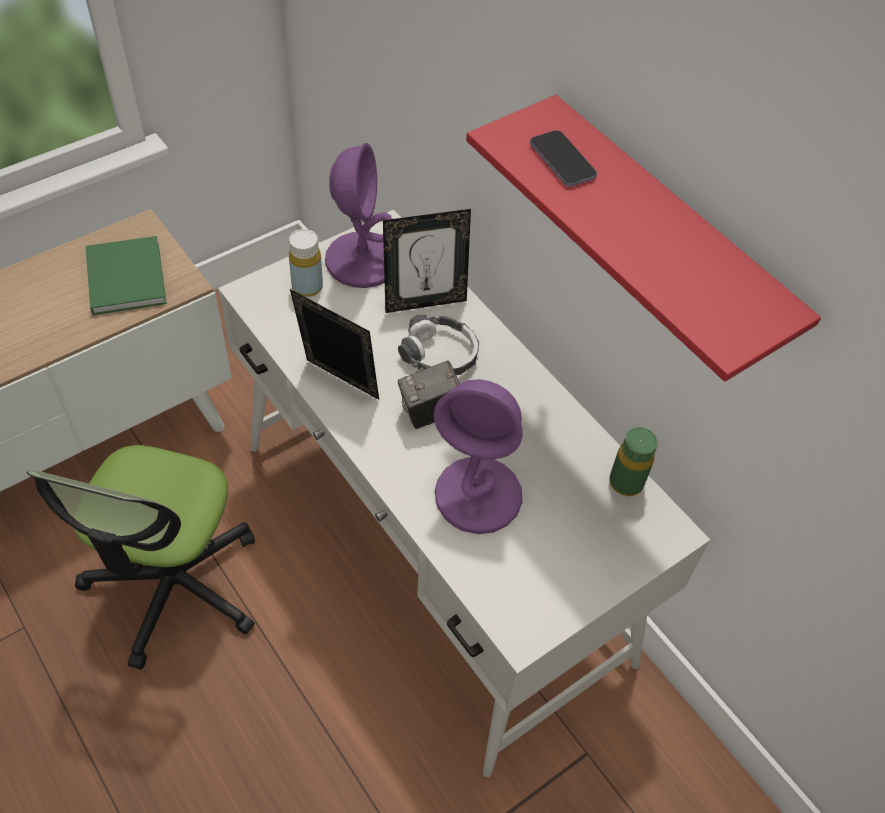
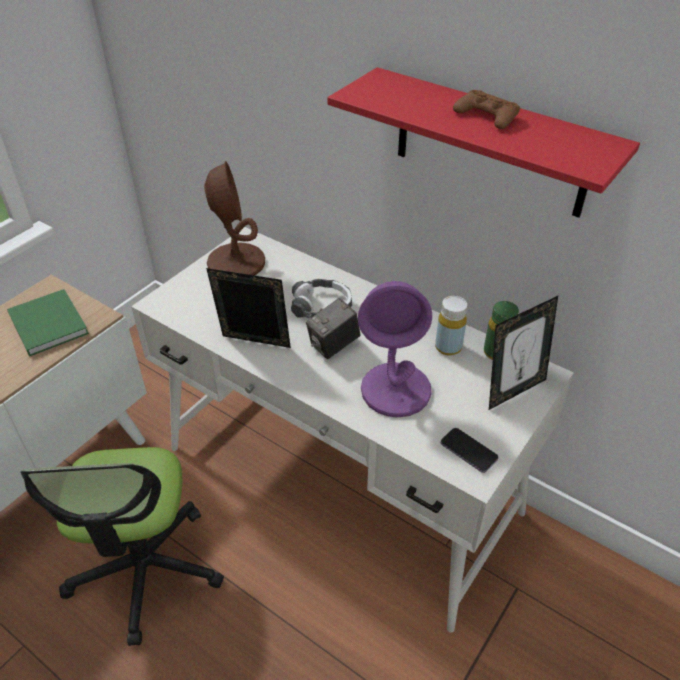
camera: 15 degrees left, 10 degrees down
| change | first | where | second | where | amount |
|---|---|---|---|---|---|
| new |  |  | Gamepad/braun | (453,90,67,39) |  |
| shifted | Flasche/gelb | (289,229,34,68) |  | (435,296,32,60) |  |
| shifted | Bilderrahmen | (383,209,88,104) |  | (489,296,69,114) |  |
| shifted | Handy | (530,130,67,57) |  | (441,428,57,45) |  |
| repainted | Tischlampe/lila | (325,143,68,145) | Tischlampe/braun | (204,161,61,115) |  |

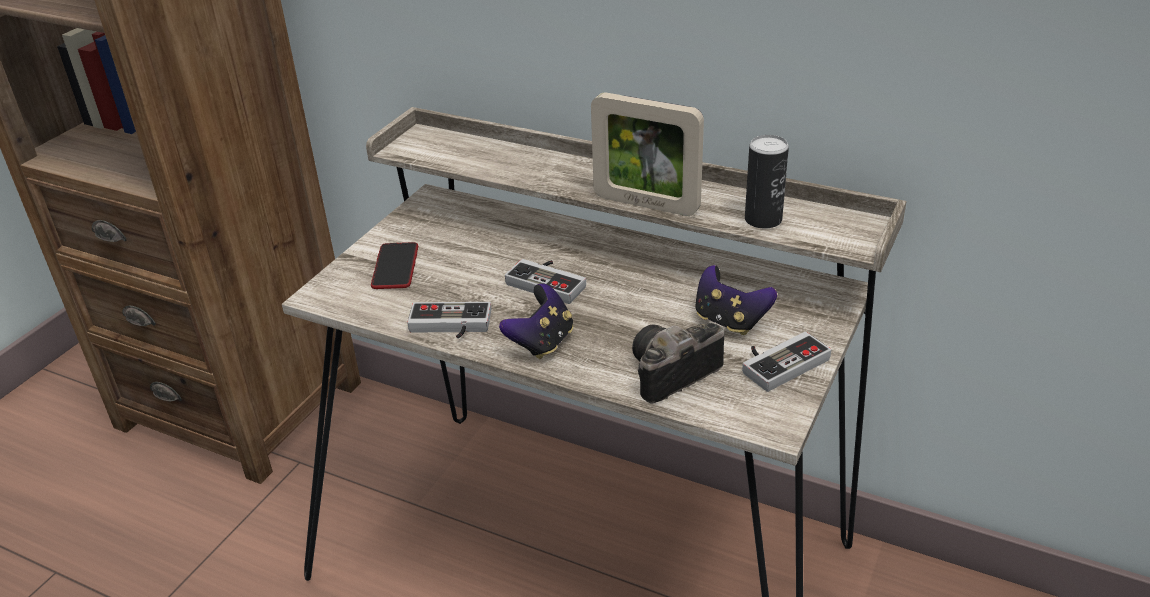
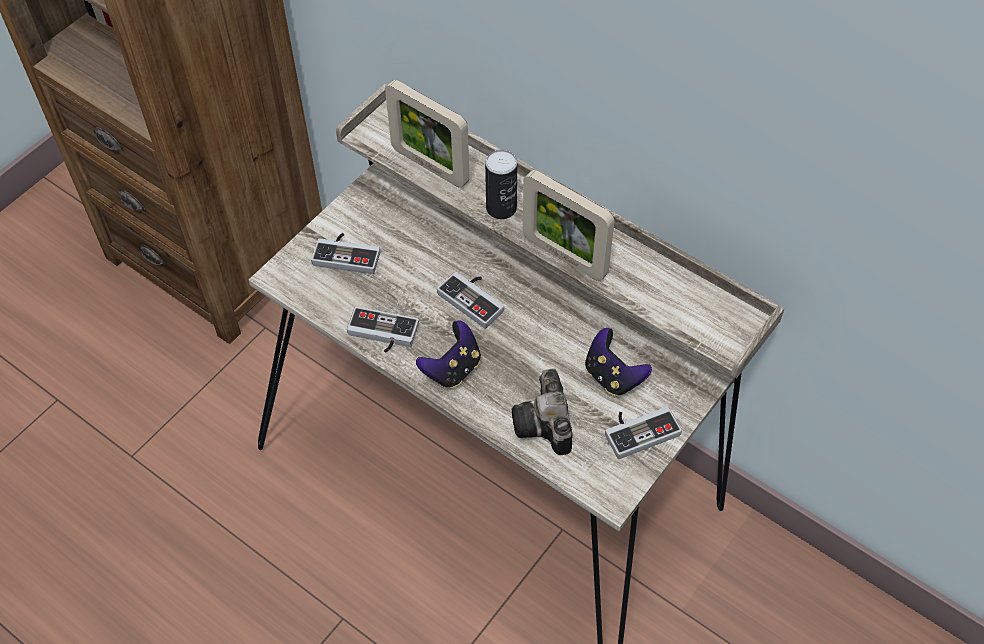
camera: 10 degrees right, 20 degrees up
| change | first | where | second | where | amount |
|---|---|---|---|---|---|
| new |  |  | Bilderrahmen | (385,80,85,108) |  |
| shifted | Dose | (745,135,44,94) |  | (485,150,32,69) |  |
| swapped | Handy | (371,242,47,47) | Gamepad | (311,233,70,41) |  |
| rotated | Kamera | (632,323,93,81) |  | (512,368,60,87) | 75 degrees counterclockwise |

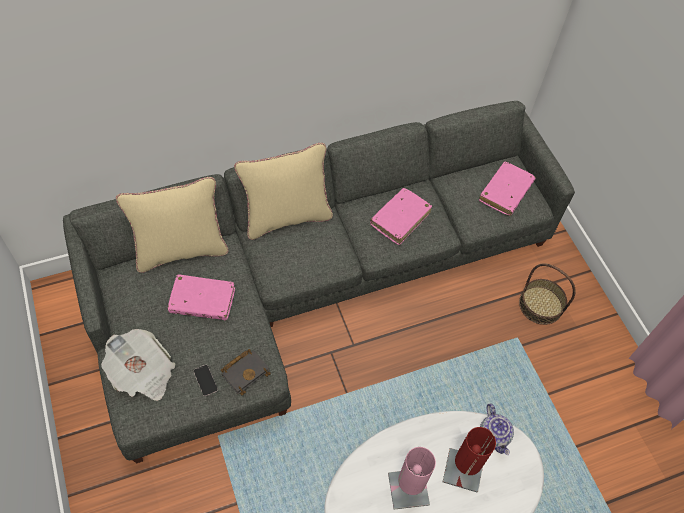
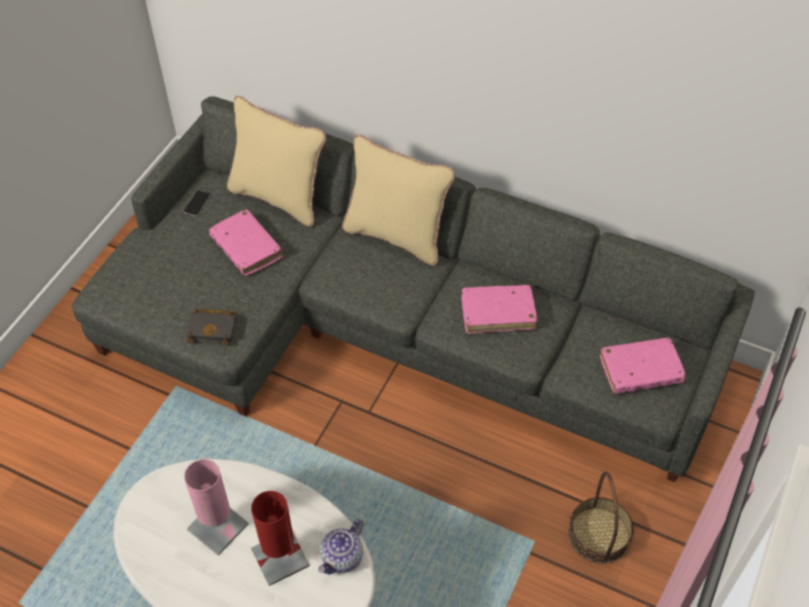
camera: 50 degrees right, 5 degrees down
| change | first | where | second | where | amount |
|---|---|---|---|---|---|
| gone | Zeitung | (101,329,75,72) |  |  |  |
| shifted | Handy | (194,365,24,31) |  | (184,190,27,26) |  |

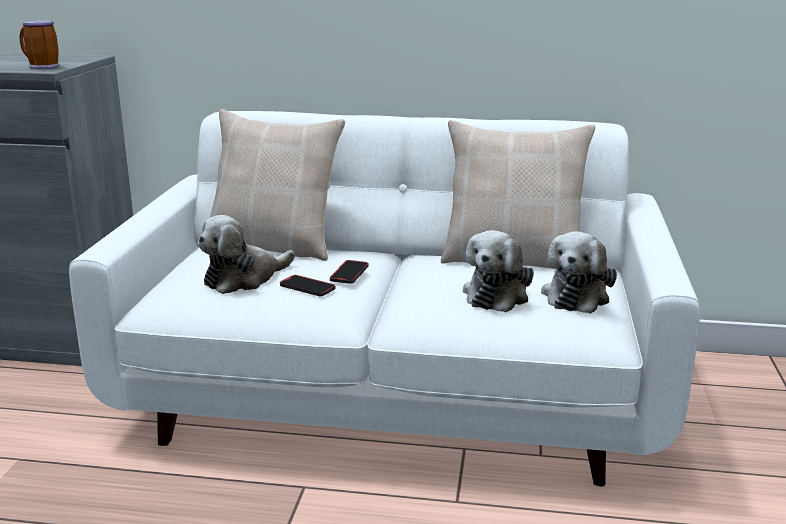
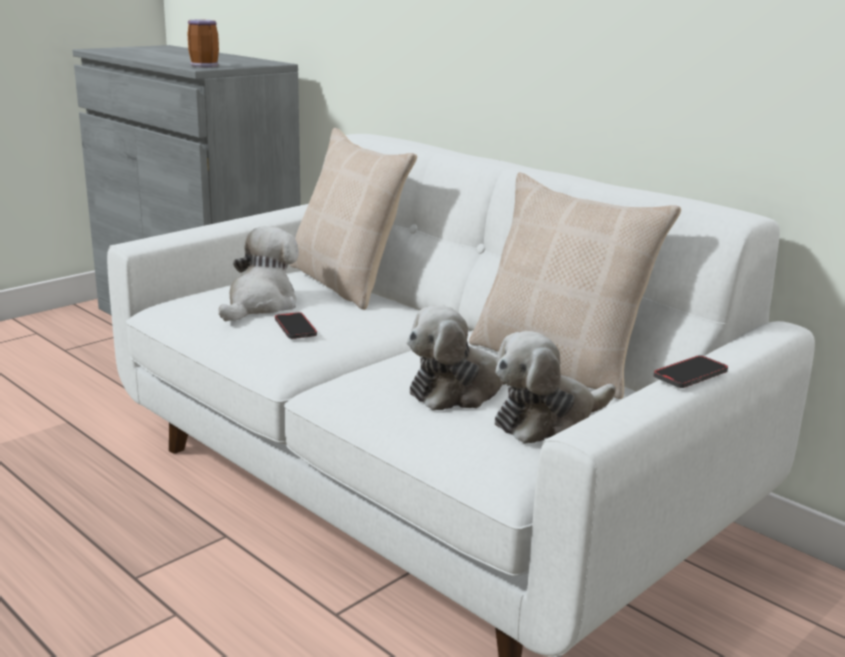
camera: 35 degrees right, 0 degrees up
| change | first | where | second | where | amount |
|---|---|---|---|---|---|
| shifted | Handy | (330,260,39,24) |  | (654,355,74,33) |  |
| rotated | Plüschtier | (197,215,98,79) |  | (219,226,80,95) | 120 degrees clockwise |

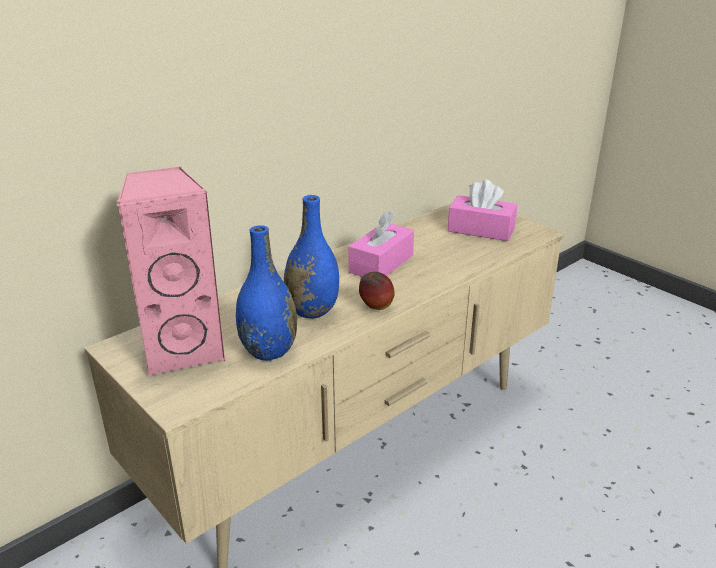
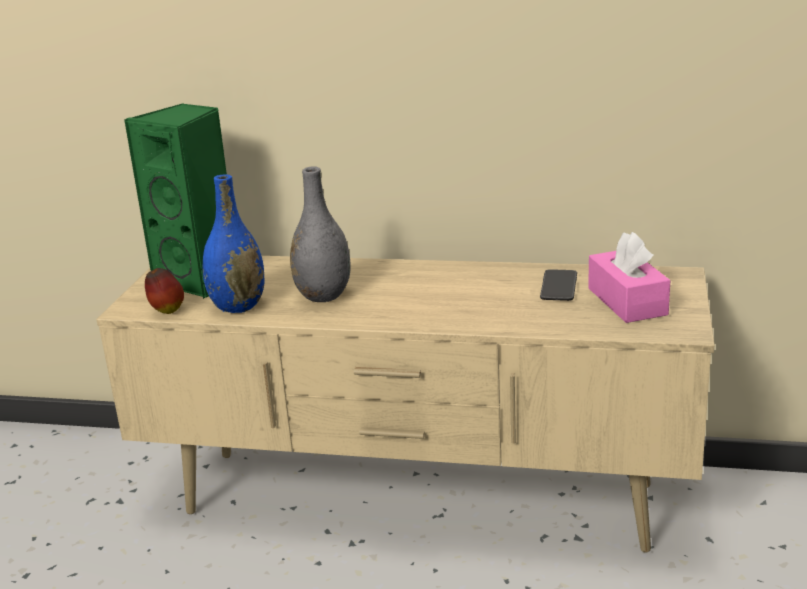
camera: 55 degrees right, 5 degrees down
| change | first | where | second | where | amount |
|---|---|---|---|---|---|
| gone | Taschentuchbox/rosa | (348,212,66,65) |  |  |  |
| new |  |  | Handy | (540,269,37,32) |  |
| shifted | Apfel | (359,272,36,38) |  | (145,268,39,46) |  |
| repainted | Lautsprecher/rosa | (117,166,110,210) | Lautsprecher/grün | (124,103,103,196) |  |
| repainted | Vase/blau | (284,195,55,123) | Vase/grau | (290,167,61,135) |  |

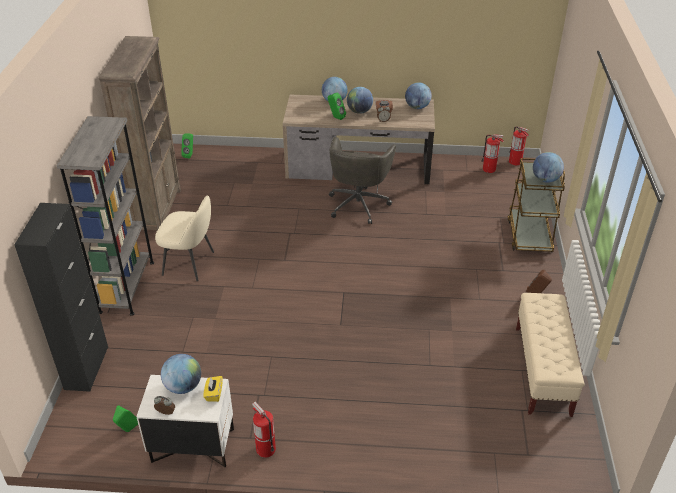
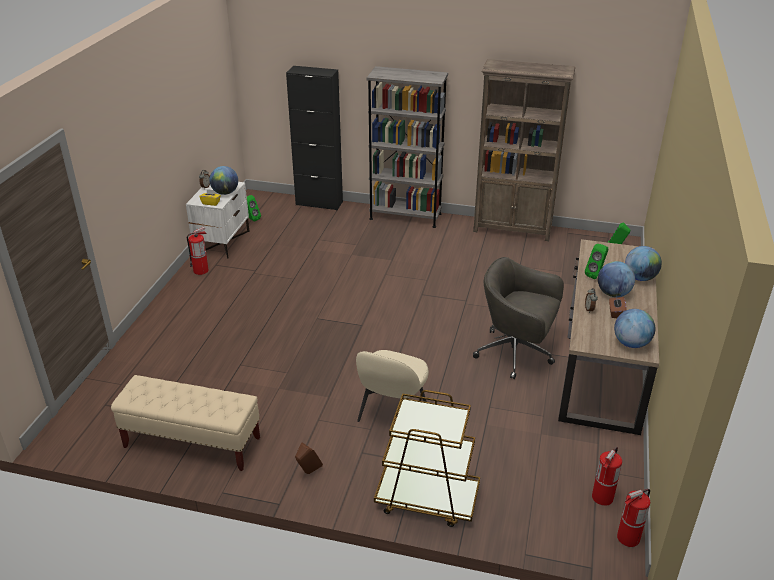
camera: 100 degrees right, 5 degrees down
| change | first | where | second | where | amount |
|---|---|---|---|---|---|
| gone | Globus | (533,152,31,31) |  |  |  |
| shifted | Stuhl/beige | (155,195,59,86) |  | (356,350,73,72) |  |

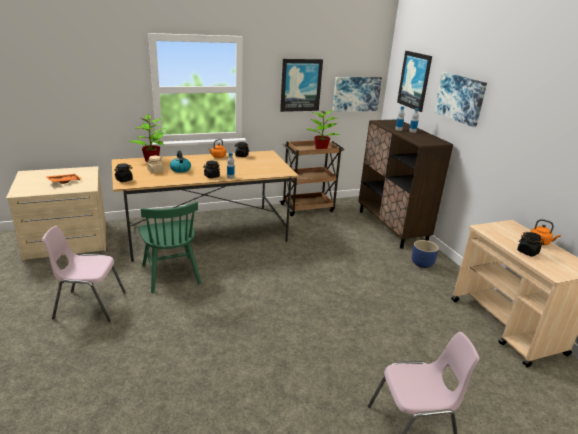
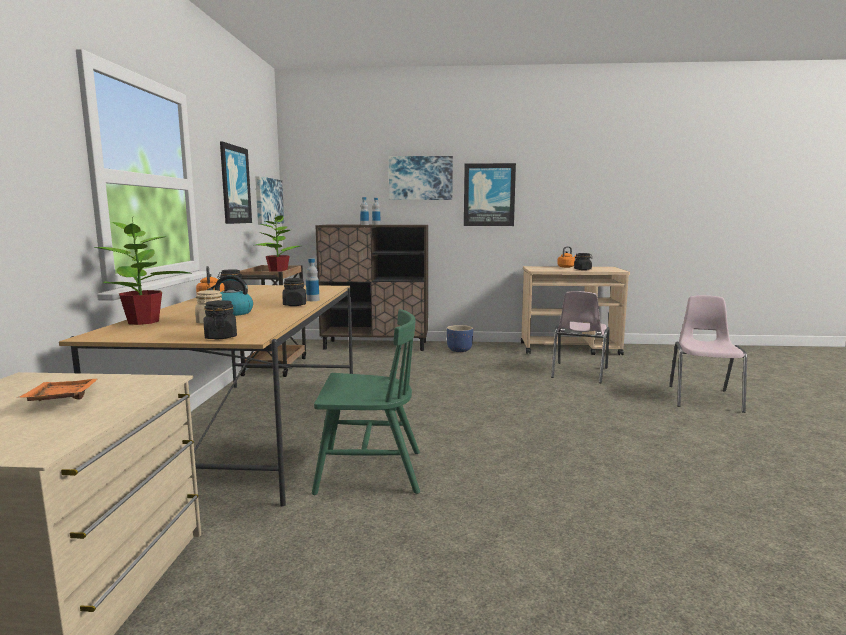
camera: 65 degrees left, 15 degrees down
| change | first | where | second | where | amount |
|---|---|---|---|---|---|
| shifted | Stuhl/rosa | (42,226,84,96) |  | (551,291,59,92) |  |
| shifted | Bild | (397,51,35,61) |  | (464,163,52,63) |  |

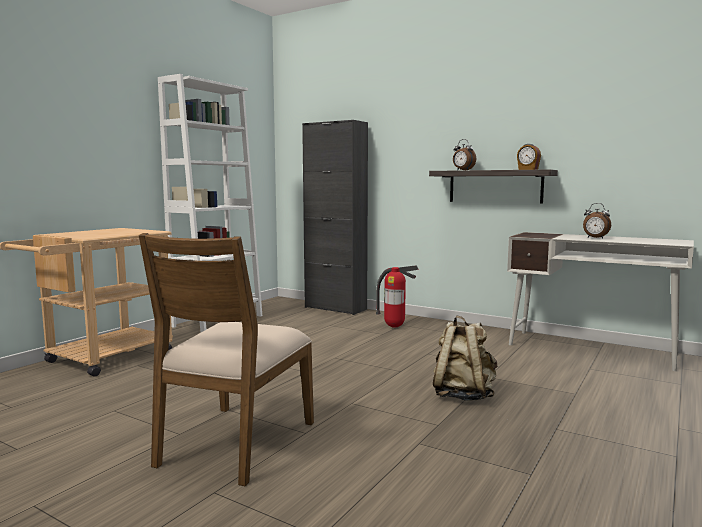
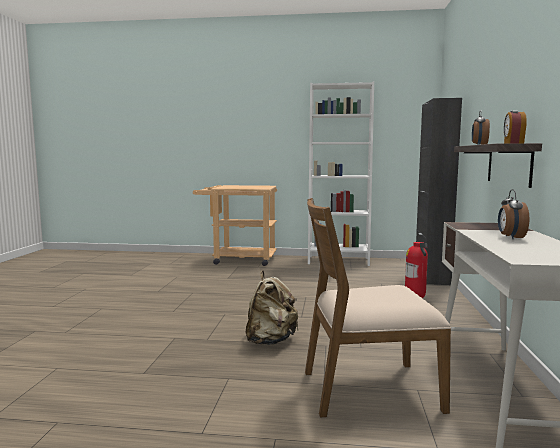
camera: 65 degrees right, 0 degrees up
| change | first | where | second | where | amount |
|---|---|---|---|---|---|
| shifted | Stuhl/braun | (139,233,175,253) |  | (305,198,146,219) |  |

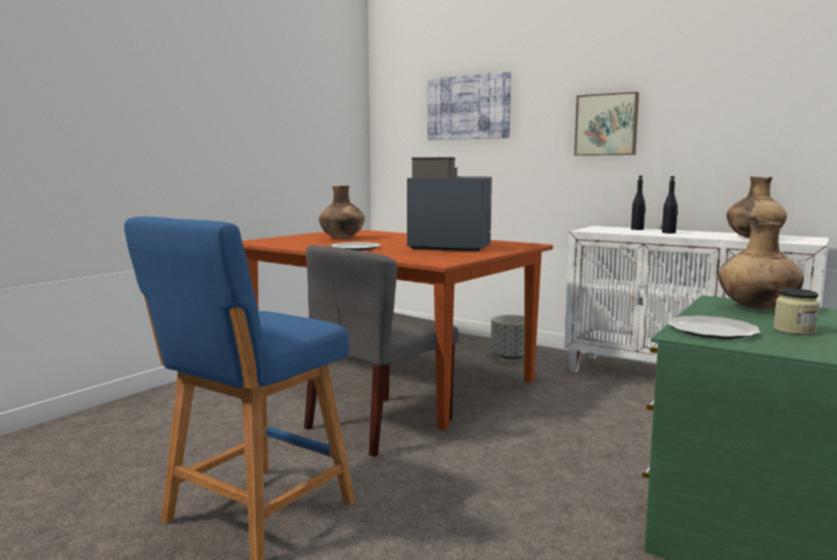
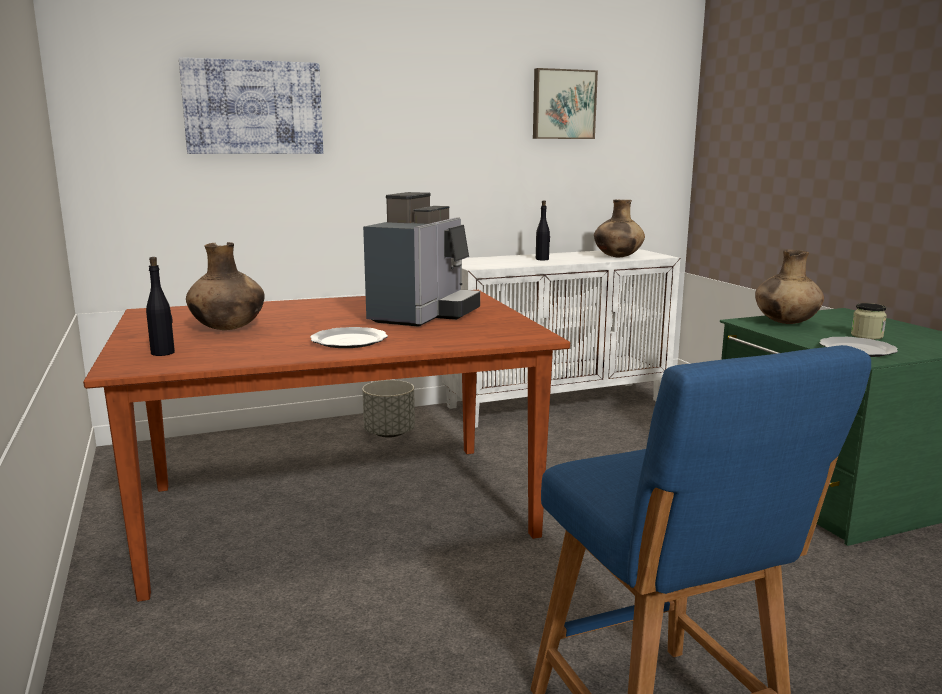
camera: 55 degrees left, 5 degrees up
| change | first | where | second | where | amount |
|---|---|---|---|---|---|
| gone | Stuhl/grau | (304,245,155,212) |  |  |  |
| shifted | Bild | (574,92,65,64) |  | (533,68,65,71) |  |
| shifted | Flasche/schwarz | (631,175,15,55) |  | (146,257,29,99) |  |
| rotated | Kaffeemaschine | (407,157,85,94) |  | (363,192,117,135) | 150 degrees clockwise |

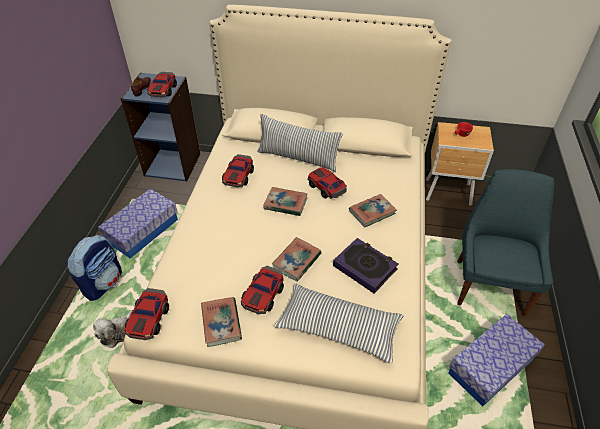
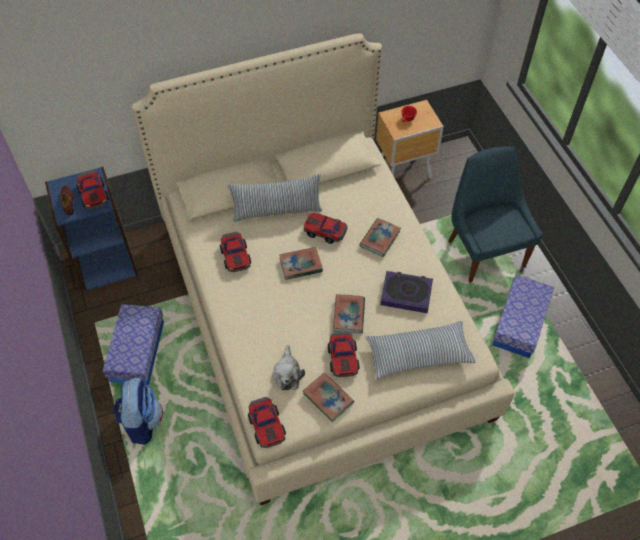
camera: 30 degrees left, 10 degrees up
| change | first | where | second | where | amount |
|---|---|---|---|---|---|
| shifted | Plüschtier | (93,310,40,38) |  | (272,345,33,45) |  |

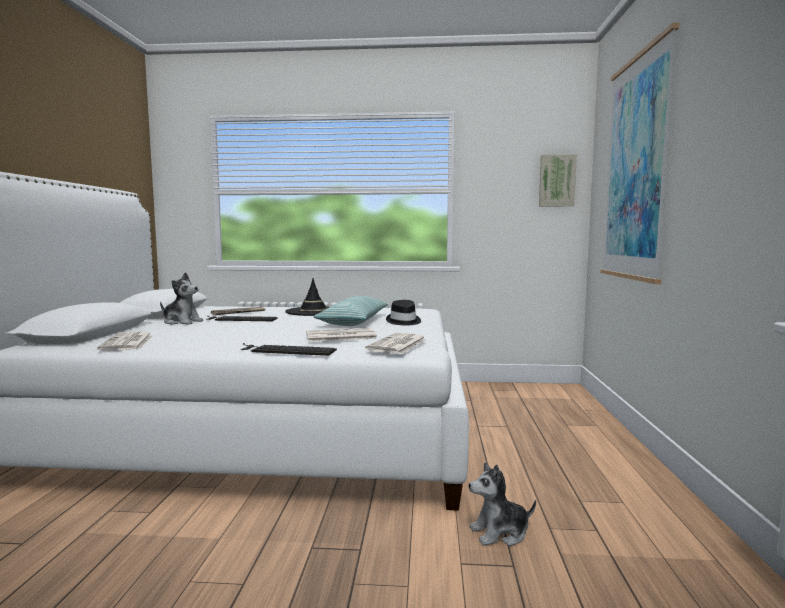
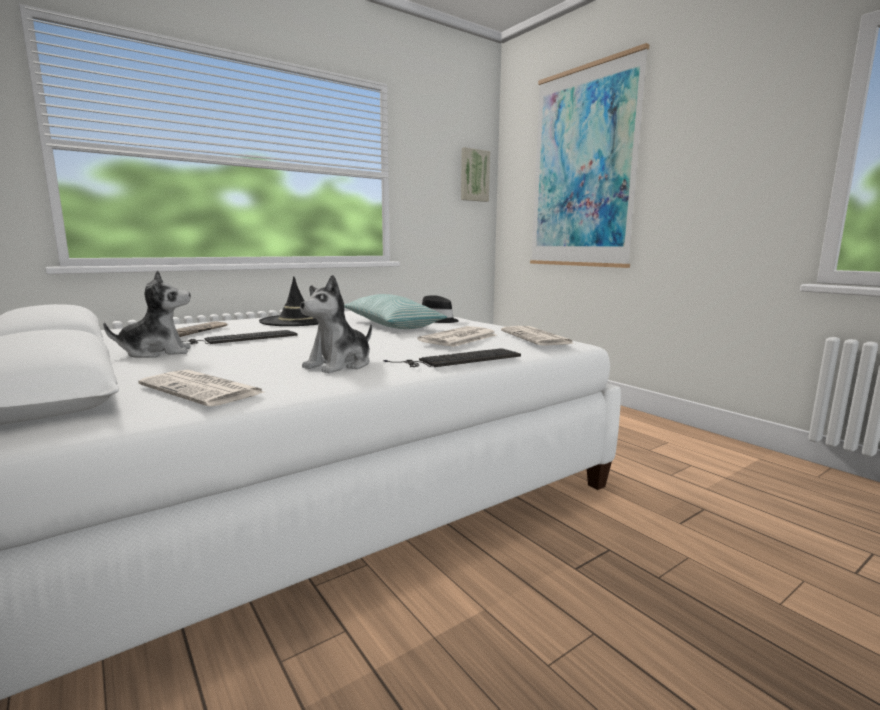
camera: 40 degrees left, 5 degrees up
| change | first | where | second | where | amount |
|---|---|---|---|---|---|
| shifted | Plüschtier | (469,462,67,84) |  | (300,275,72,99) |  |

